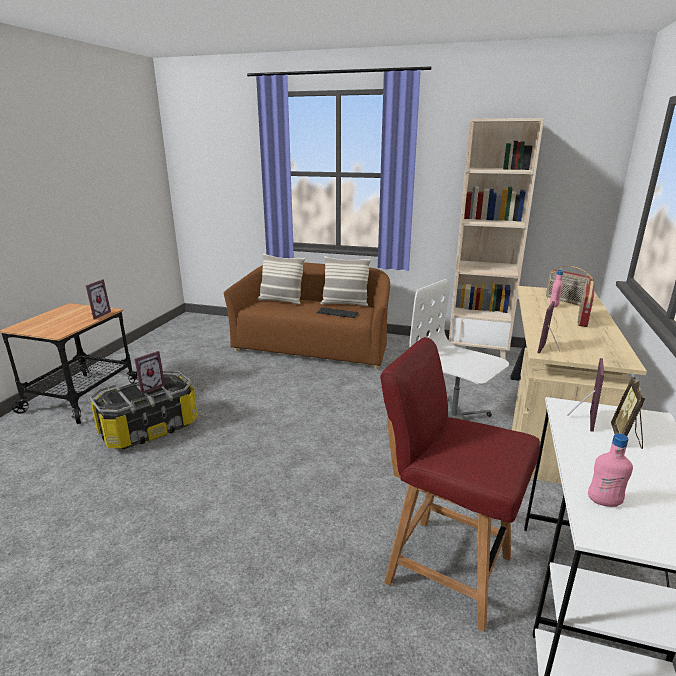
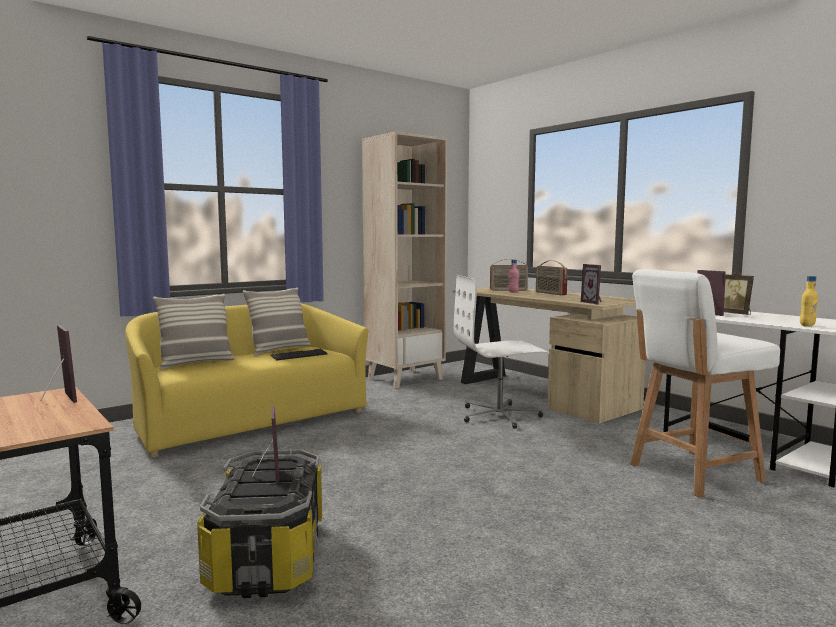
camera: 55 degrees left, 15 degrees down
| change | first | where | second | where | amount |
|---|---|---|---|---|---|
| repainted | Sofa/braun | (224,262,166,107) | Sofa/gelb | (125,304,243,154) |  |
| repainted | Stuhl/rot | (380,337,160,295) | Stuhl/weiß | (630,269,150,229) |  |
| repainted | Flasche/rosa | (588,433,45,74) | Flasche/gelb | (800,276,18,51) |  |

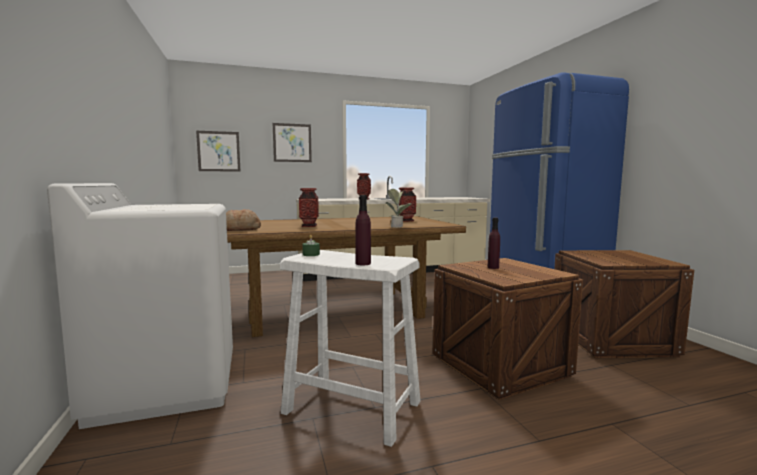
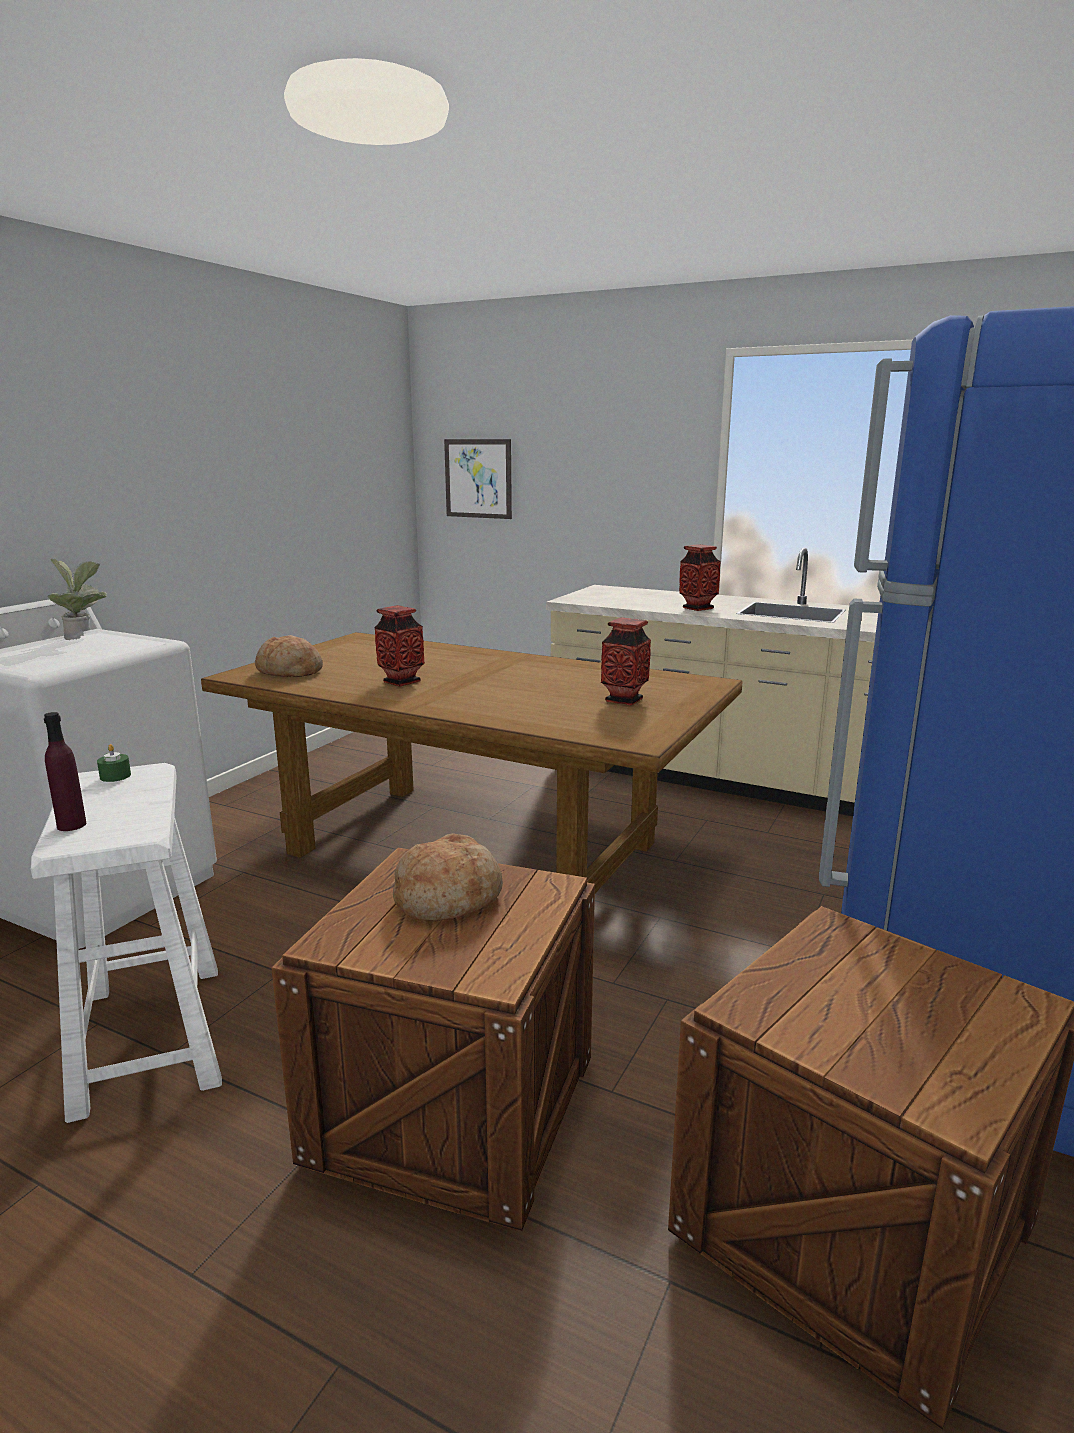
camera: 45 degrees right, 10 degrees up
| change | first | where | second | where | amount |
|---|---|---|---|---|---|
| gone | Bild | (273,123,39,39) |  |  |  |
| shifted | Topfpflanze | (386,189,26,39) |  | (47,559,60,81) |  |
| swapped | Flasche/lila | (488,218,12,51) | Brot | (393,833,110,89) |  |

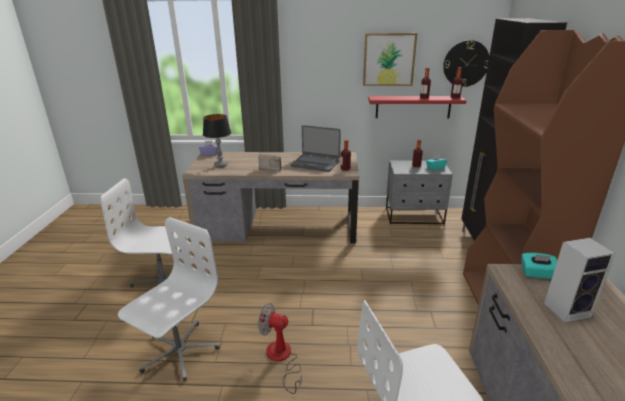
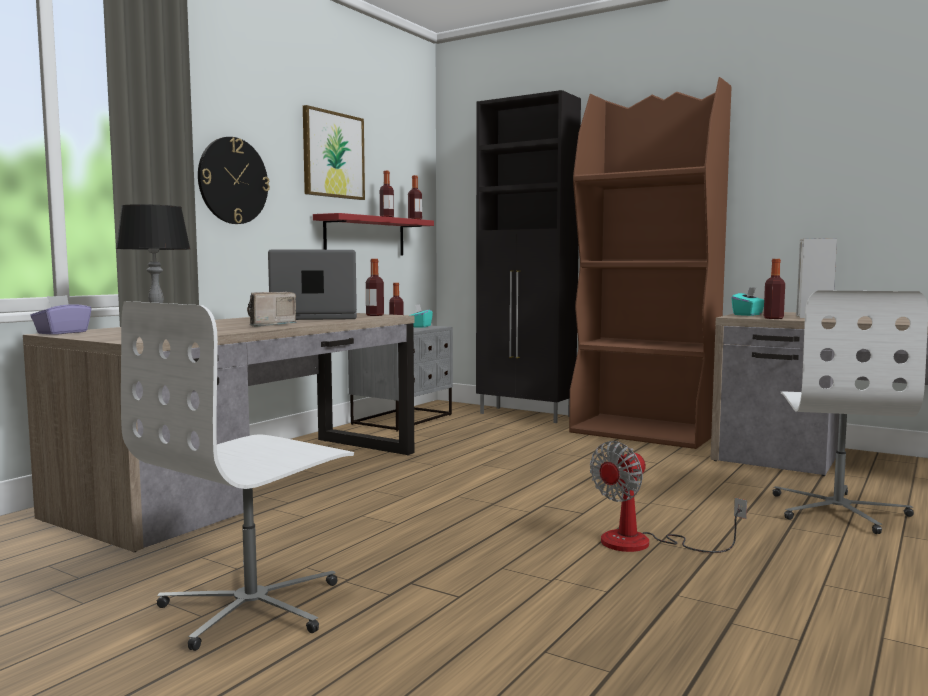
camera: 60 degrees left, 20 degrees down
| change | first | where | second | where | amount |
|---|---|---|---|---|---|
| gone | Bürostuhl/weiß | (118,217,102,164) |  |  |  |
| new |  |  | Flasche | (764,259,21,60) |  |
| shifted | Wanduhr | (443,40,46,47) |  | (198,137,72,87) |  |
| rotated | Laptop | (291,125,50,47) |  | (268,249,89,71) | 150 degrees counterclockwise |

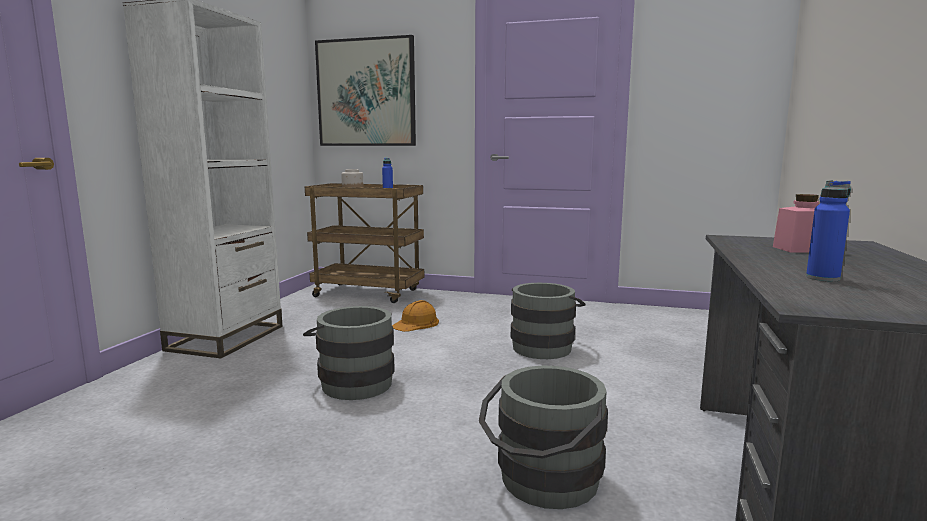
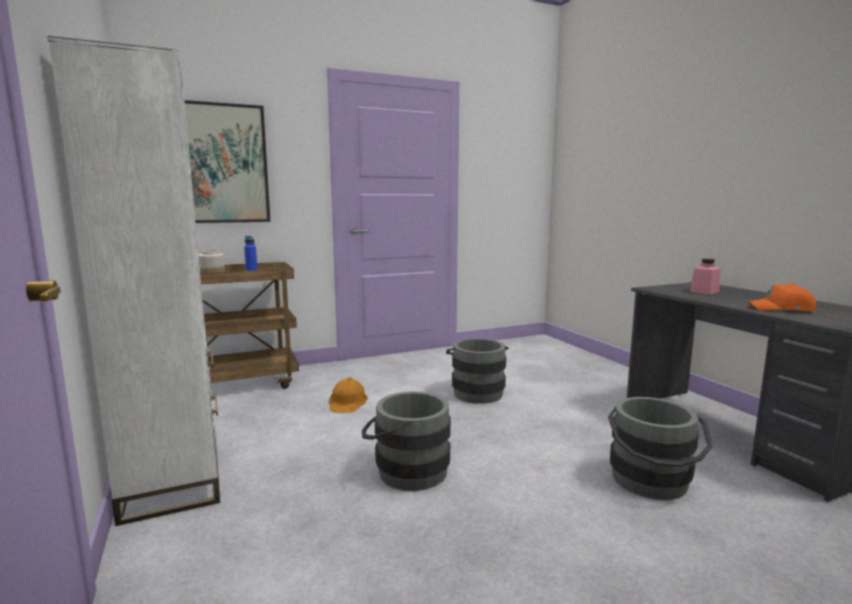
camera: 40 degrees left, 0 degrees up
| change | first | where | second | where | amount |
|---|---|---|---|---|---|
| swapped | Flasche/blau | (806,180,45,102) | Kappe/orange | (748,284,68,27) |  |

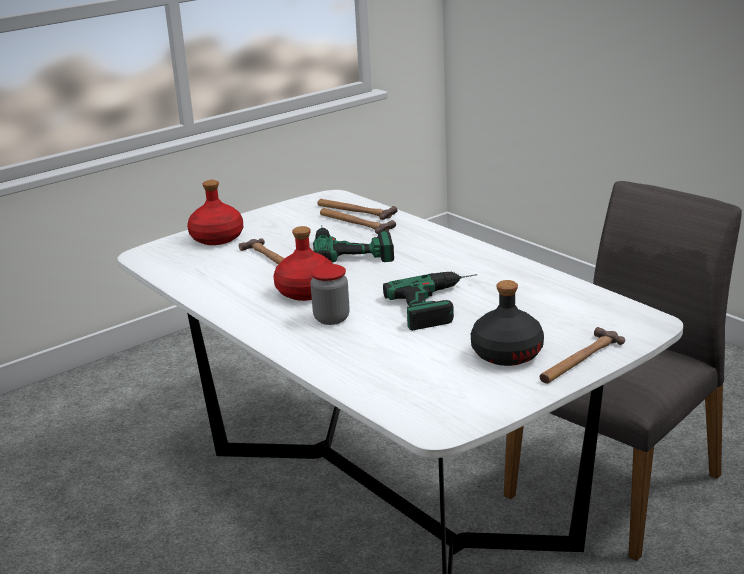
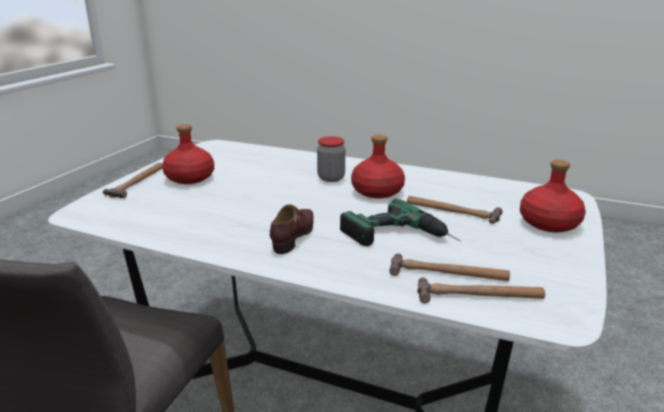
camera: 150 degrees right, 0 degrees up
| change | first | where | second | where | amount |
|---|---|---|---|---|---|
| gone | Bohrmaschine | (383,272,94,59) |  |  |  |
| new |  |  | Schuh/braun | (270,204,43,50) |  |
| repainted | Flasche/schwarz | (471,280,73,86) | Flasche/rot | (162,124,52,60) |  |

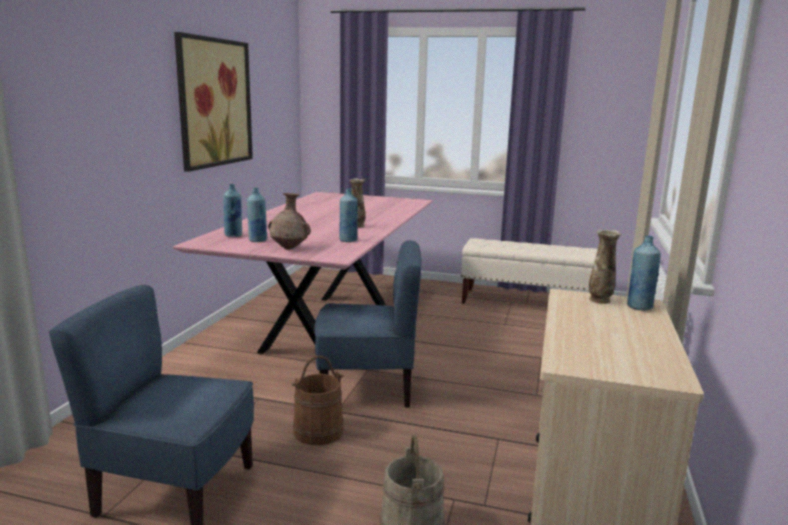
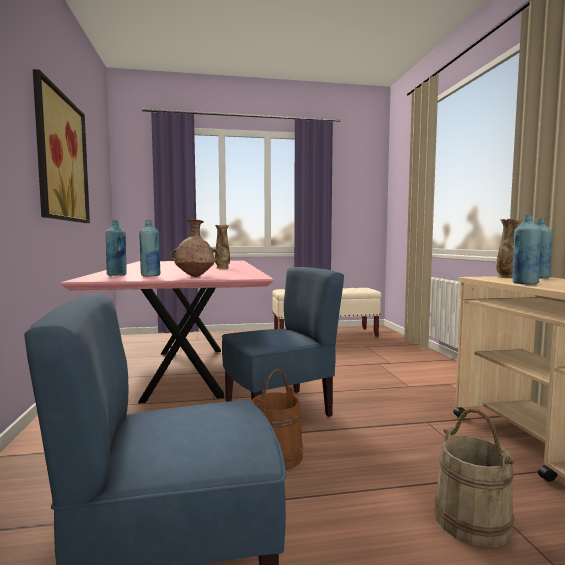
camera: 25 degrees left, 10 degrees down
| change | first | where | second | where | amount |
|---|---|---|---|---|---|
| shifted | Flasche/blau | (340,188,18,54) |  | (513,215,28,70) |  |

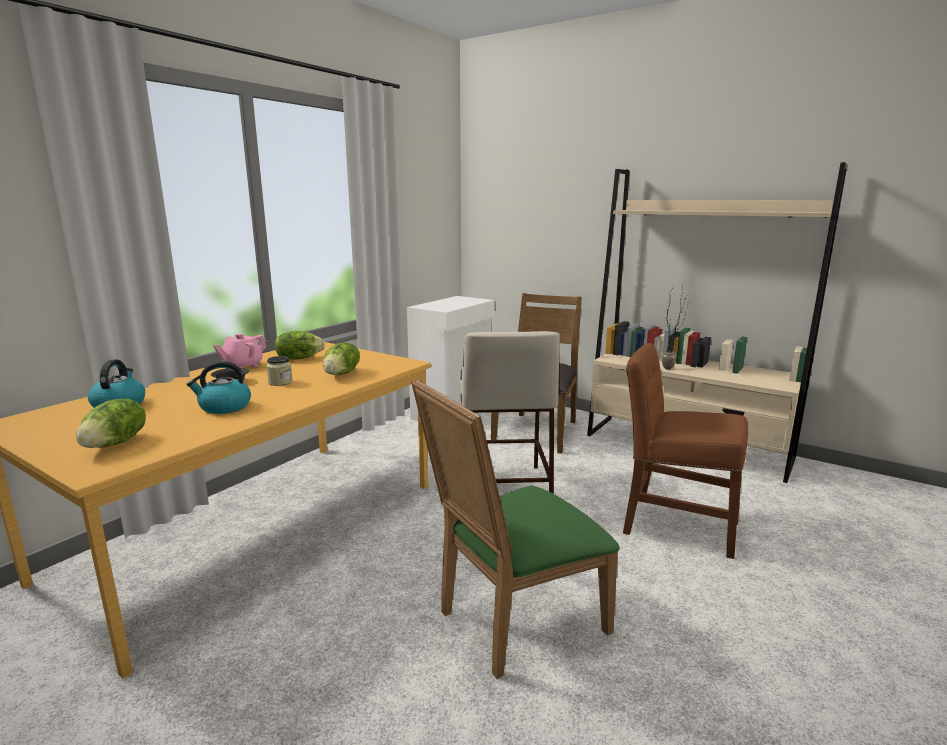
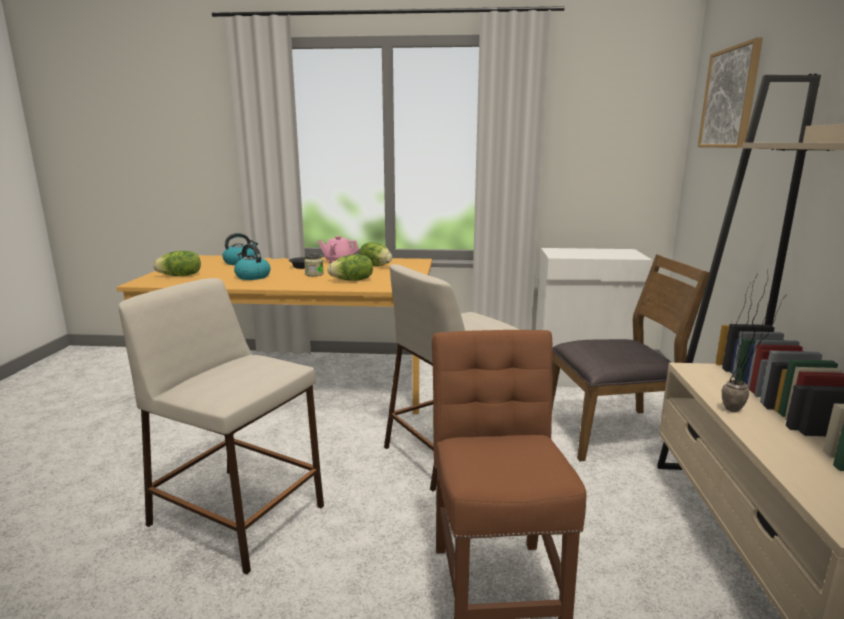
camera: 60 degrees right, 0 degrees up
| change | first | where | second | where | amount |
|---|---|---|---|---|---|
| new |  |  | Bild | (698,38,65,110) |  |
| swapped | Stuhl/grün | (411,380,208,299) | Hocker/beige | (118,278,206,296) |  |

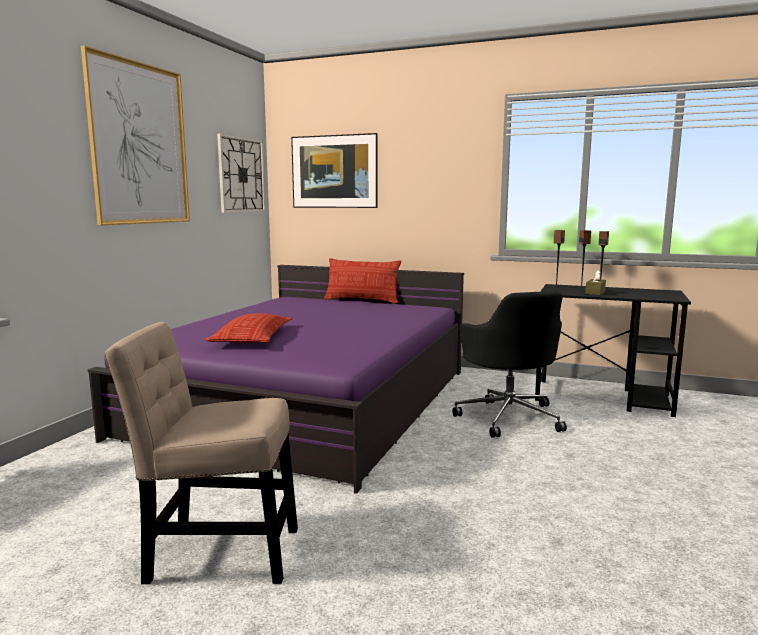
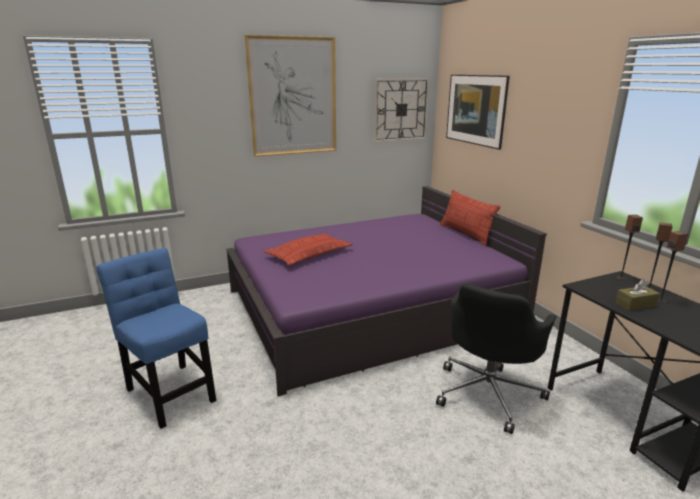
camera: 45 degrees right, 10 degrees up
| change | first | where | second | where | amount |
|---|---|---|---|---|---|
| repainted | Stuhl/beige | (105,322,193,262) | Stuhl/blau | (96,248,120,181) |  |

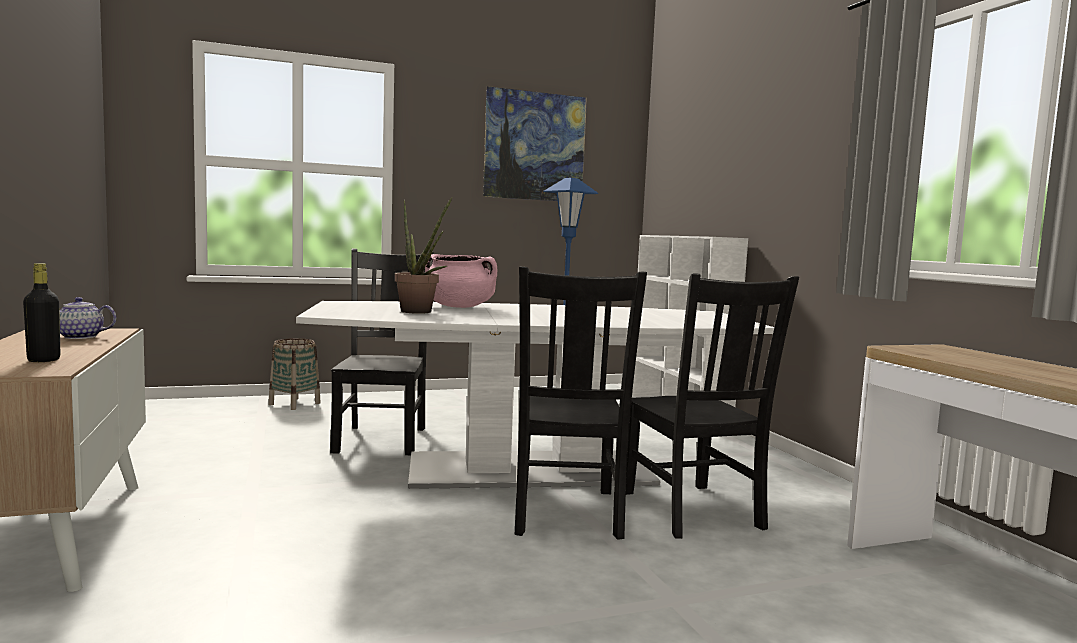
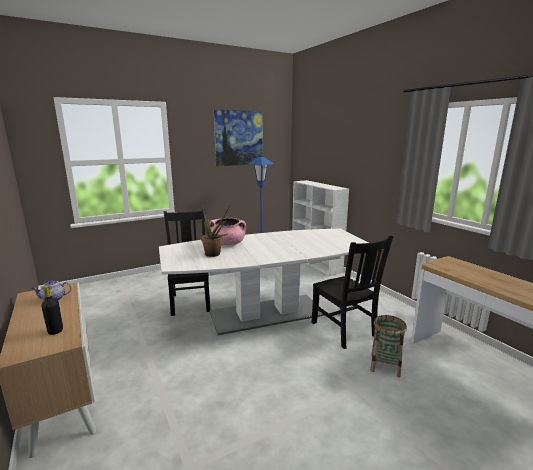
camera: 10 degrees left, 10 degrees up
| change | first | where | second | where | amount |
|---|---|---|---|---|---|
| gone | Stuhl/schwarz | (515,267,132,273) |  |  |  |
| shifted | Korb | (268,338,53,72) |  | (370,315,37,63) |  |

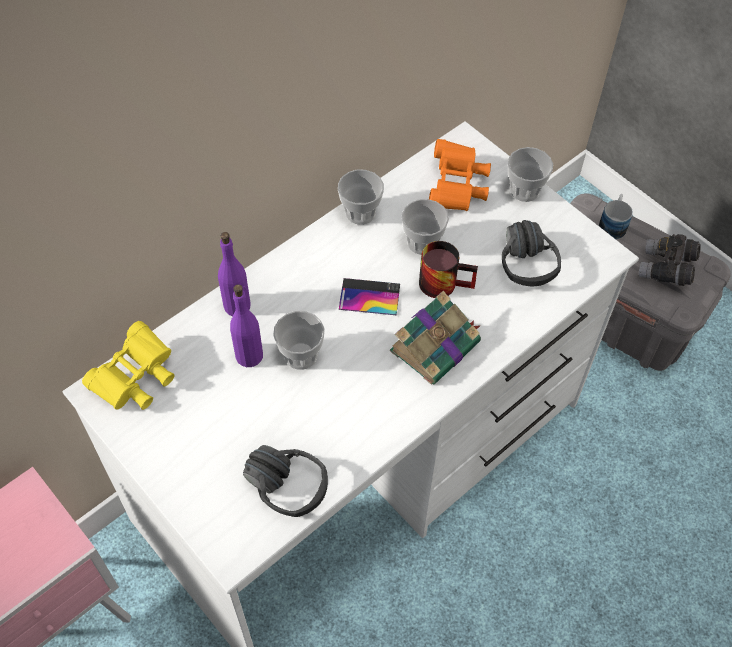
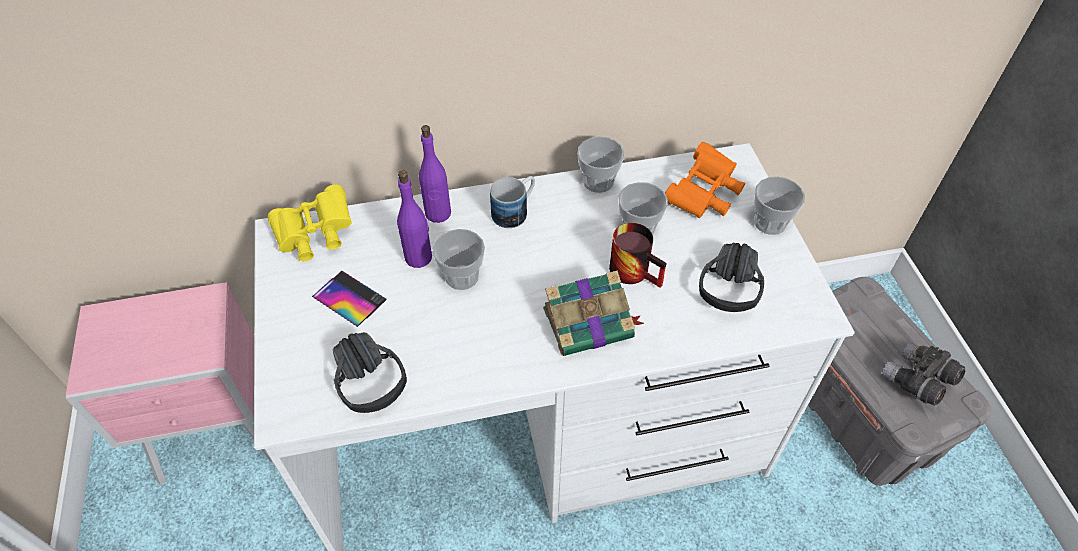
camera: 30 degrees right, 5 degrees down
| change | first | where | second | where | amount |
|---|---|---|---|---|---|
| shifted | Handy | (339,278,61,37) |  | (312,271,75,56) |  |
| shifted | Henkelbecher | (599,194,34,45) |  | (490,176,45,52) |  |

